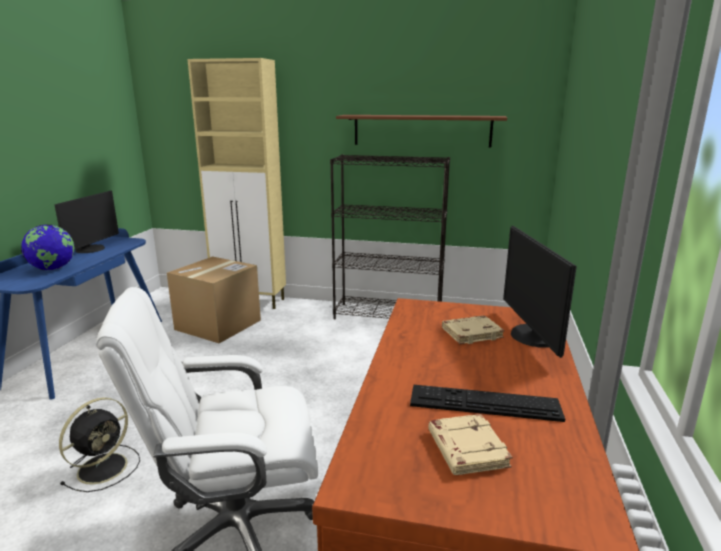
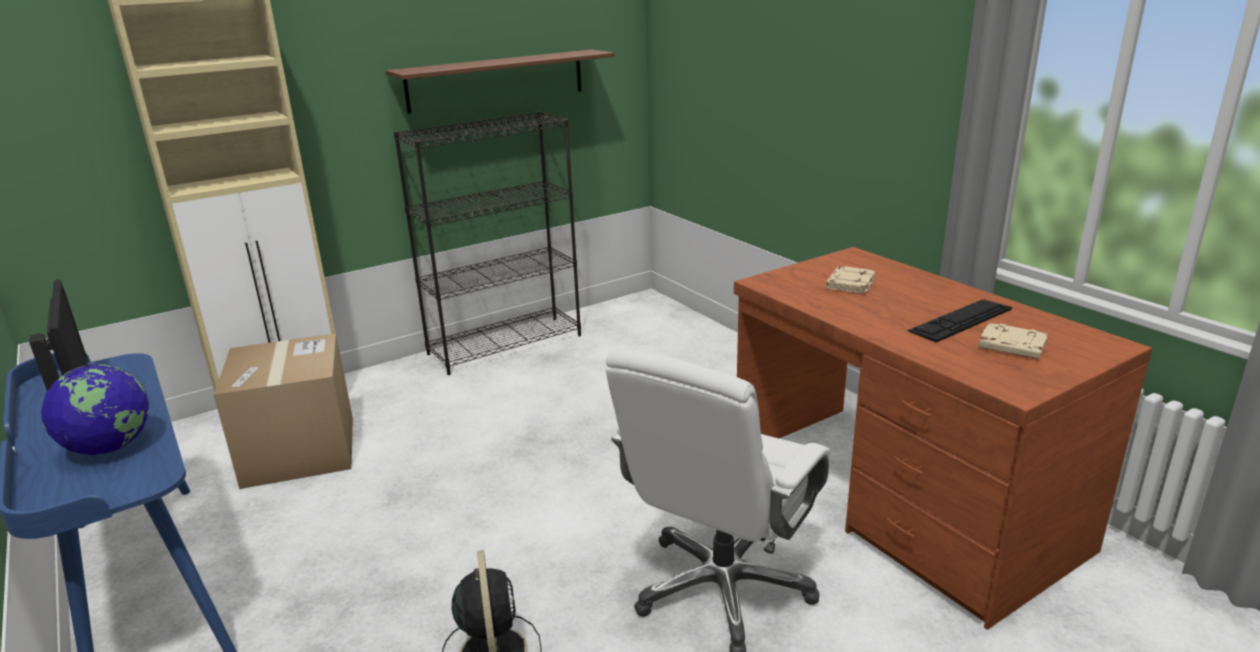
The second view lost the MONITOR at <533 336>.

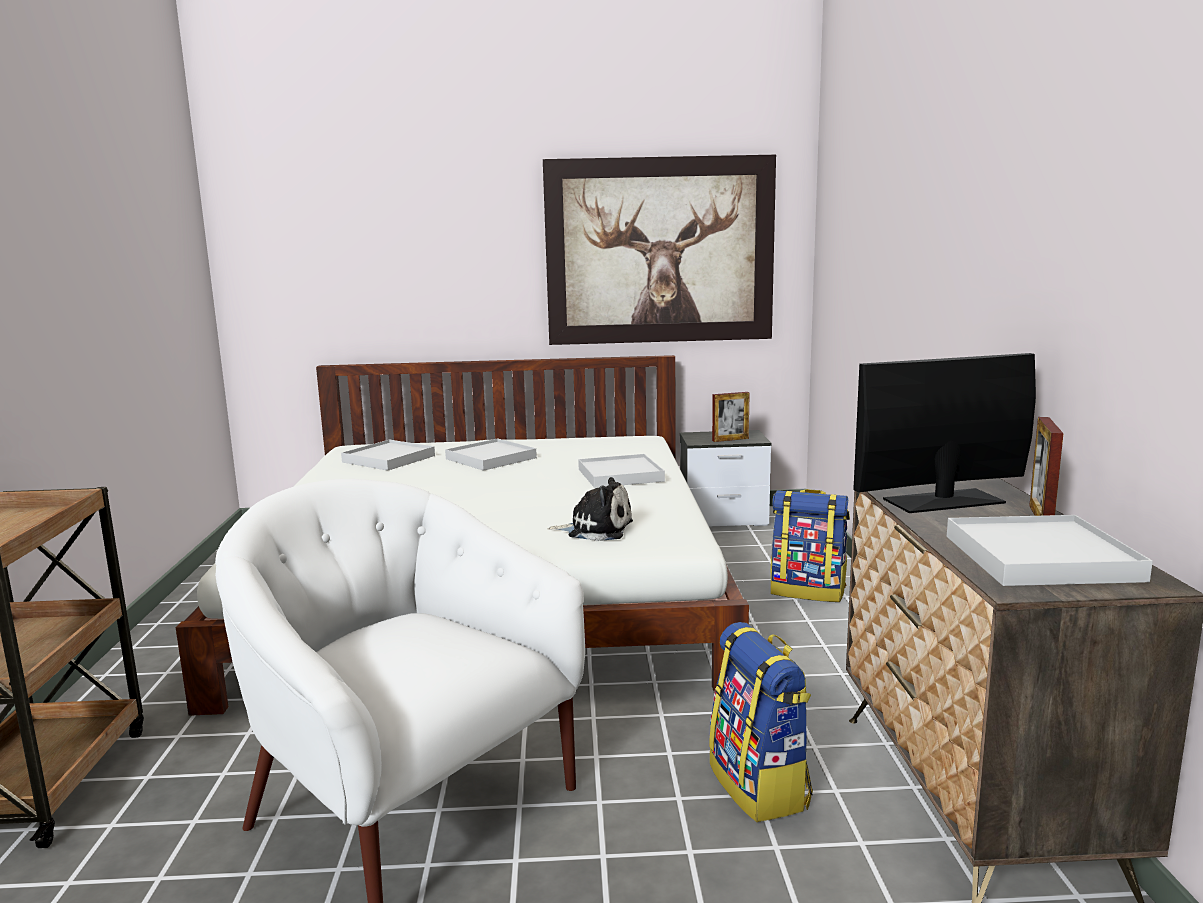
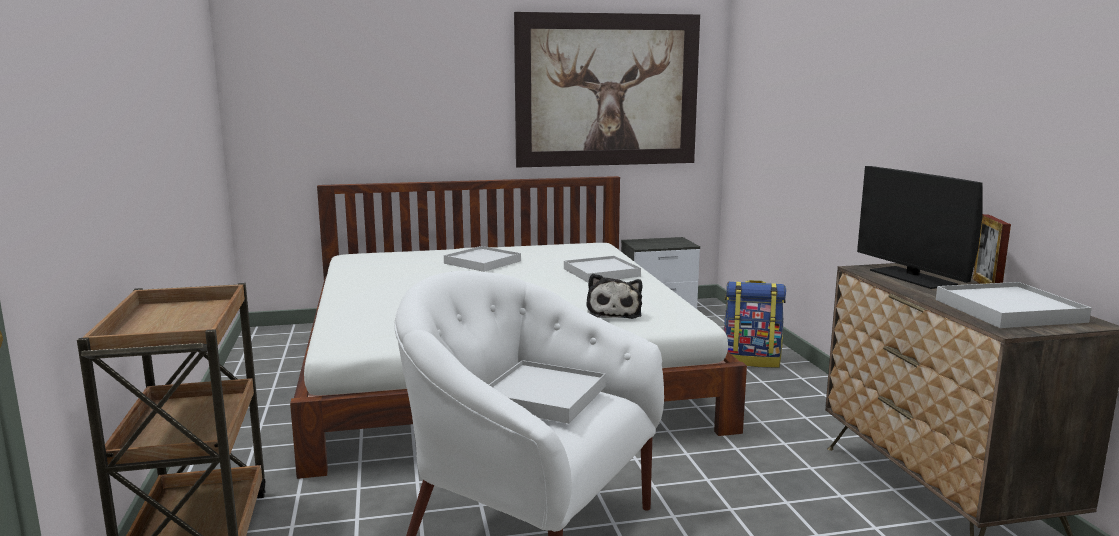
The second view lost the BACKPACK at <760 786>.
The second view lost the PICTURE FRAME at <730 439>.
The WHITE TRAY ended up elsewhere, having gone from <389 459> to <543 396>.
The PLUSH TOY at <596 529> ended up facing another way, 90 degrees clockwise from before.
The MONITOR at <943 501> ended up facing another way, 90 degrees counterclockwise from before.

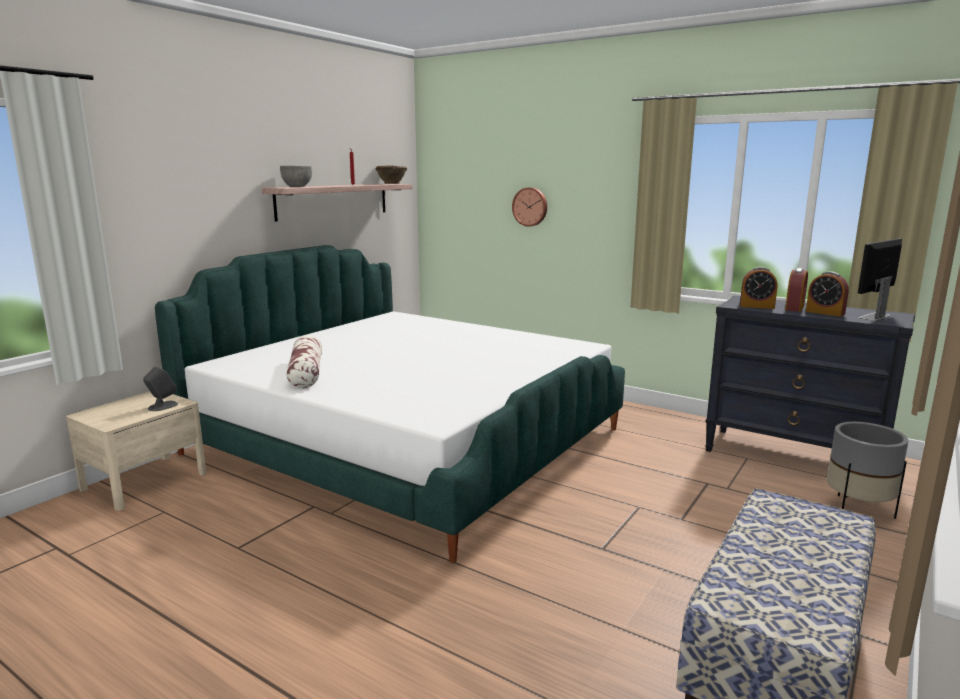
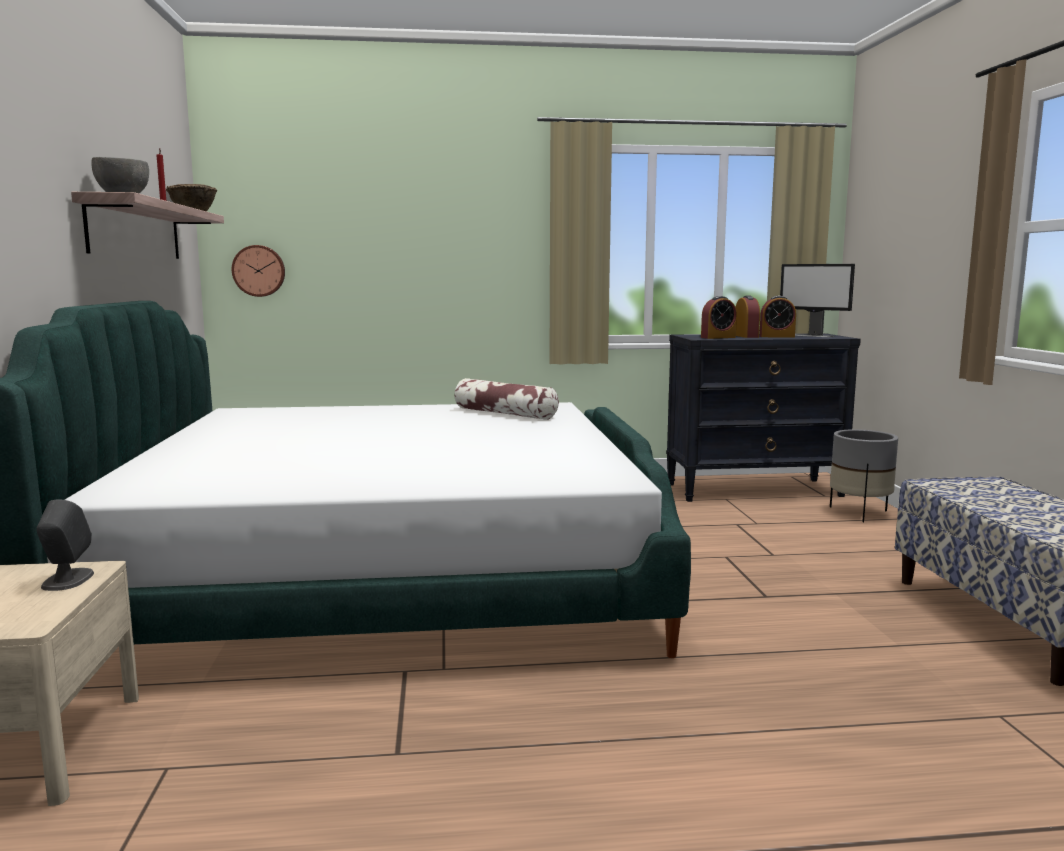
The PILLOW ended up elsewhere, having gone from <306 373> to <504 413>.
The WALL CLOCK ended up elsewhere, having gone from <530 206> to <259 271>.
The MONITOR at <874 317> ended up facing another way, 60 degrees counterclockwise from before.

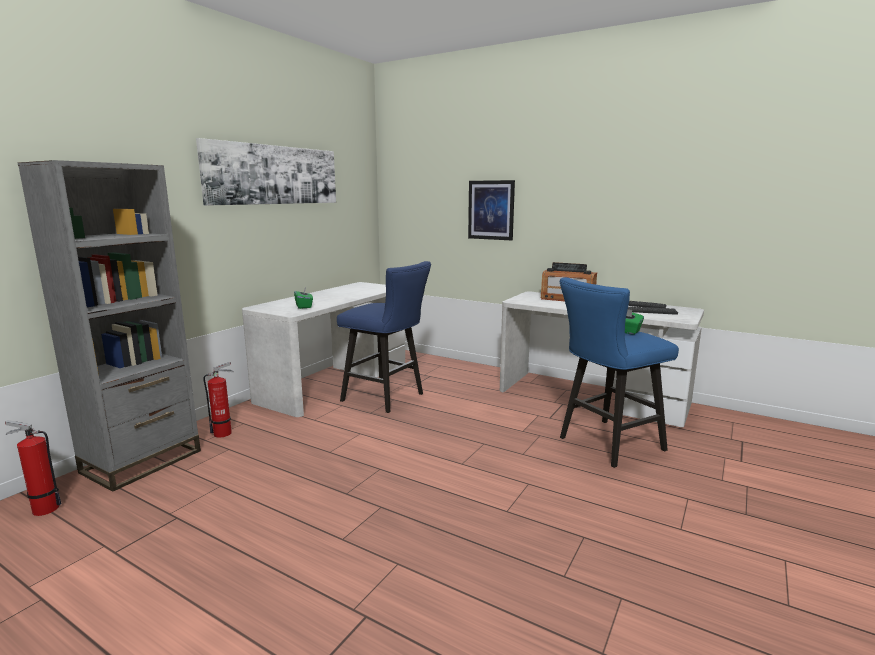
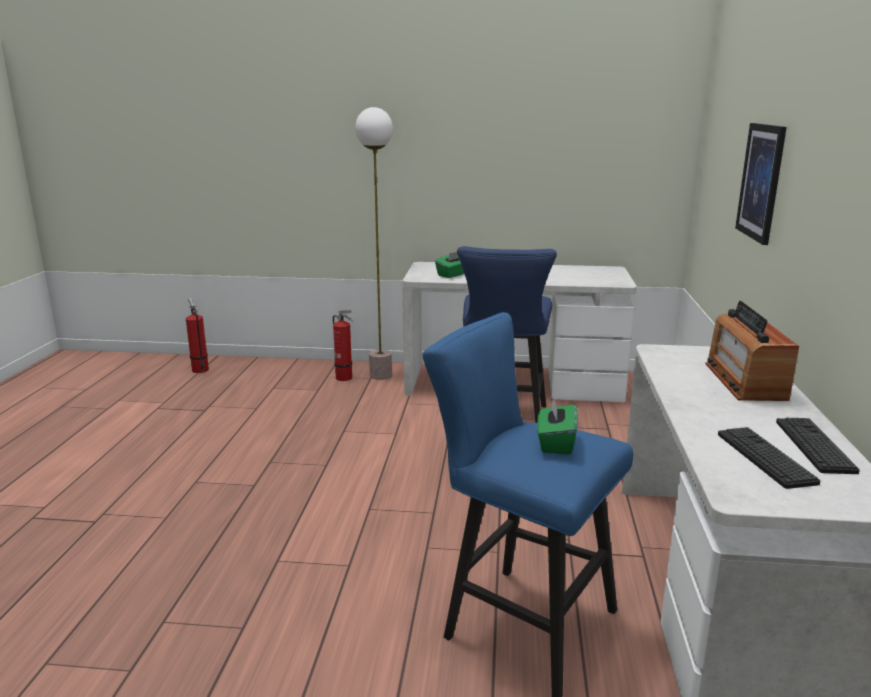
The second view lost the GREY BOOKCASE at <142 461>.
The second view lost the PICTURE at <274 175>.
The second view gained the FLOOR LAMP at <381 375>.

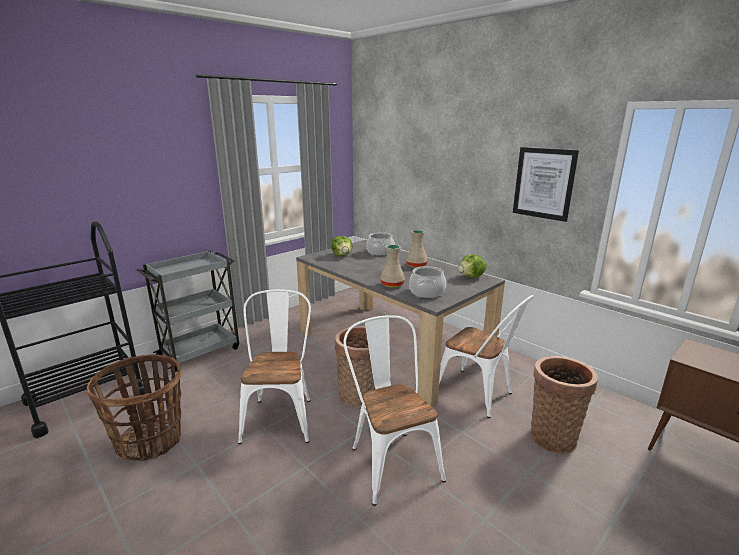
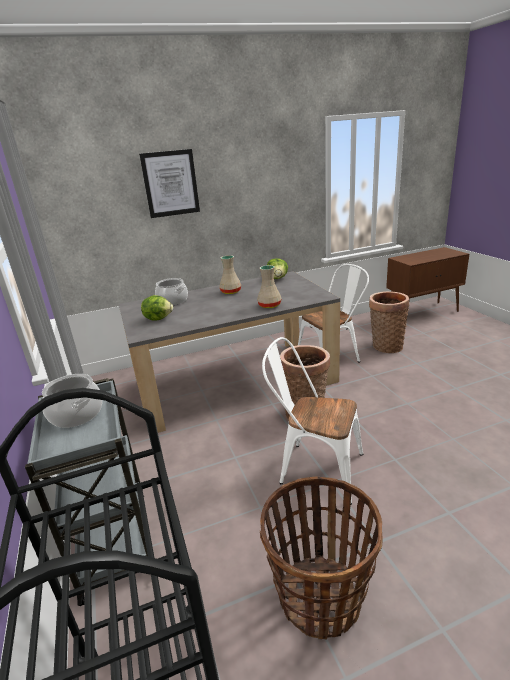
The second view lost the WHITE CHAIR at <391 459>.
The COOKING POT ended up elsewhere, having gone from <426 292> to <76 414>.
The PICTURE ended up elsewhere, having gone from <544 183> to <170 183>.

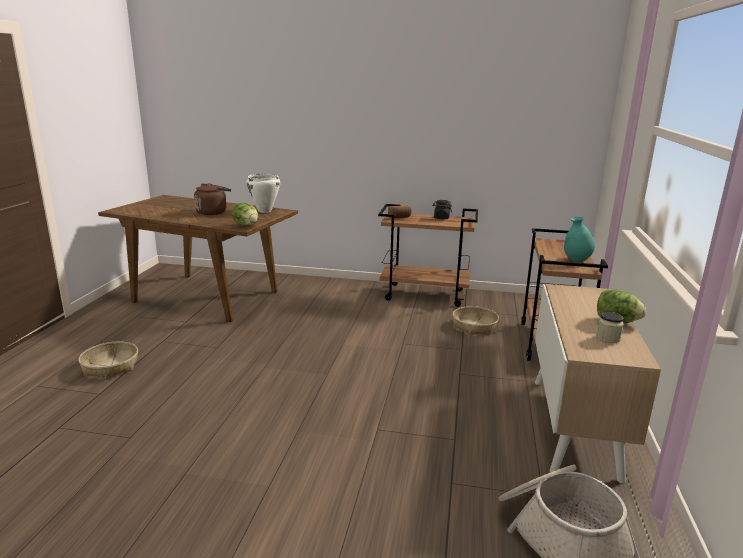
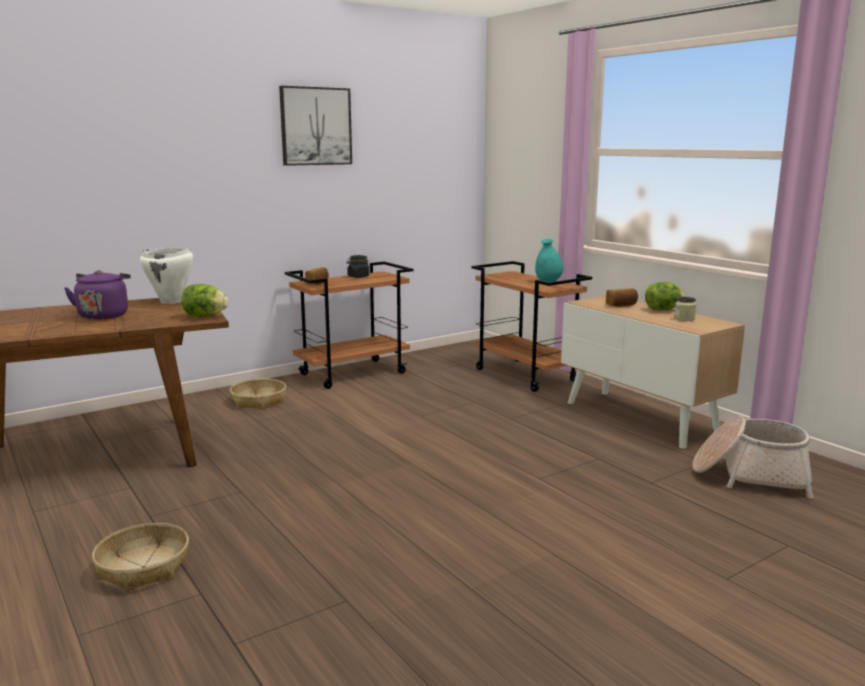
The second view gained the PICTURE at <315 126>.
The second view gained the BREAD at <621 305>.
The BASKET ended up elsewhere, having gone from <474 327> to <259 401>.
What was the BROWN KETTLE at <213 212> turned into the PURPLE KETTLE at <104 315>.

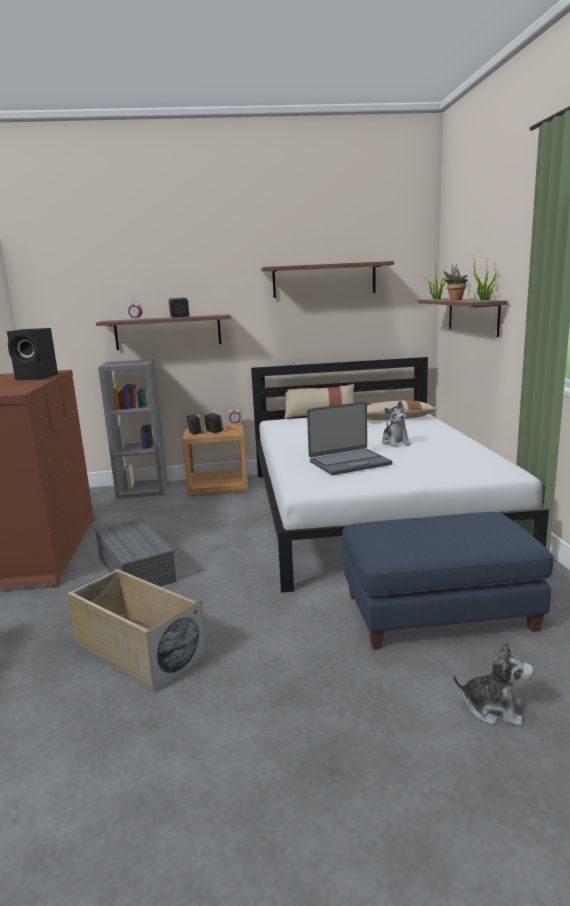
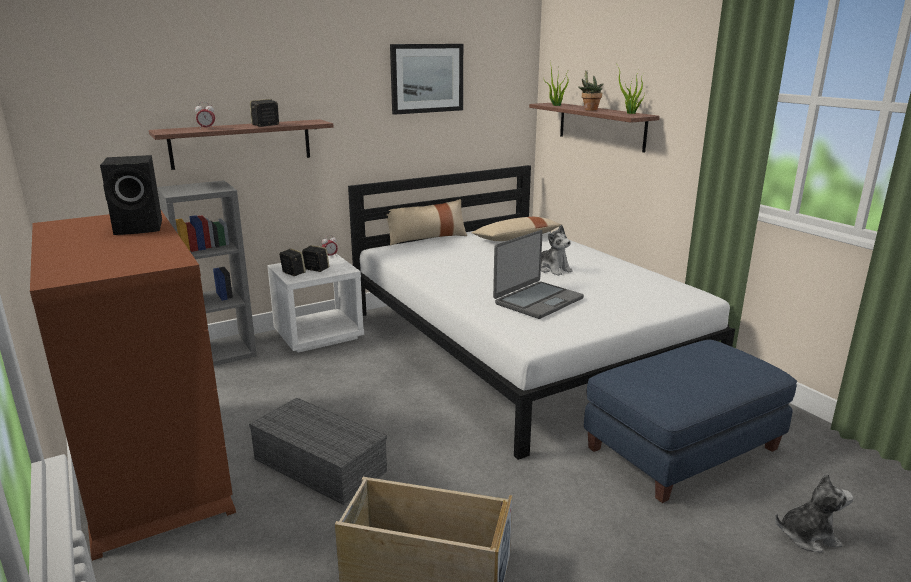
Where the SHELF hung at <324 280>, the PICTURE came to hang at <427 78>.
What was the BROWN NIGHTSTAND at <218 486> turned into the WHITE NIGHTSTAND at <319 335>.

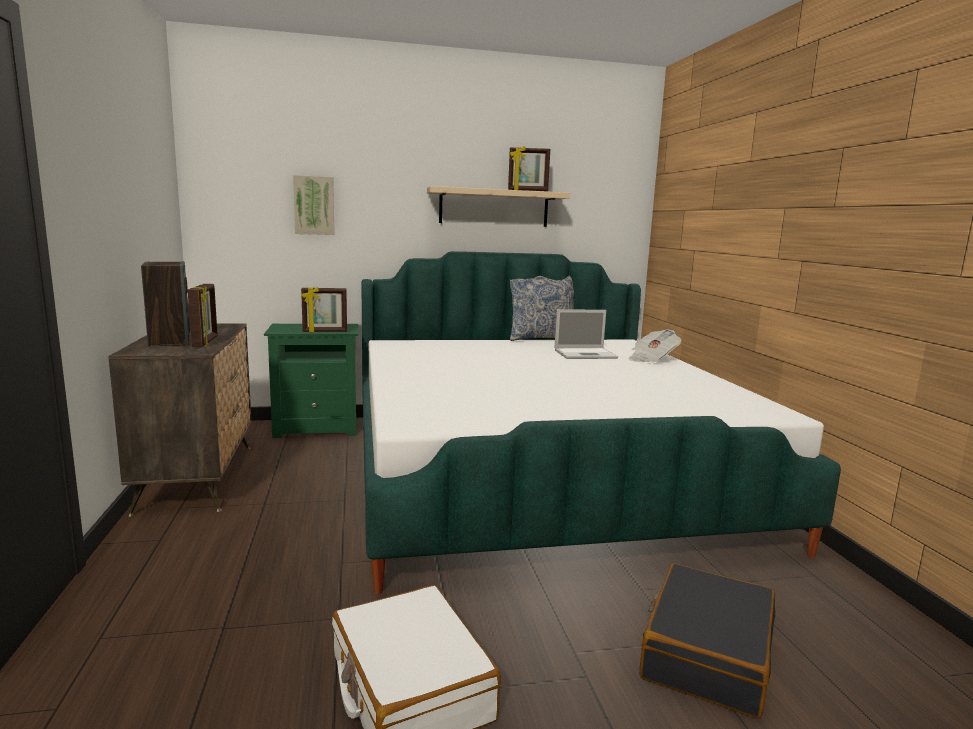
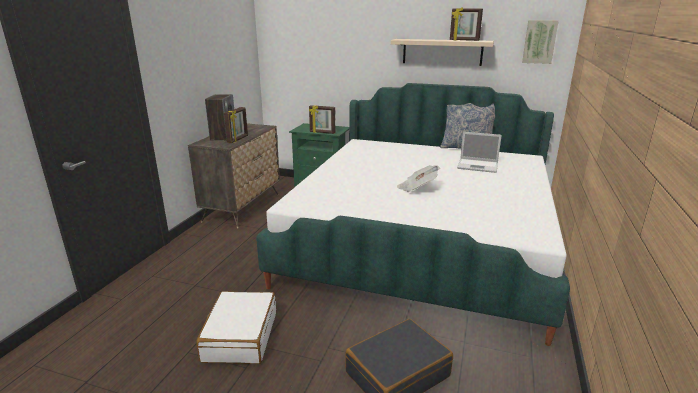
The PICTURE ended up elsewhere, having gone from <314 205> to <539 42>.
The NEWSPAPER ended up elsewhere, having gone from <652 359> to <417 188>.

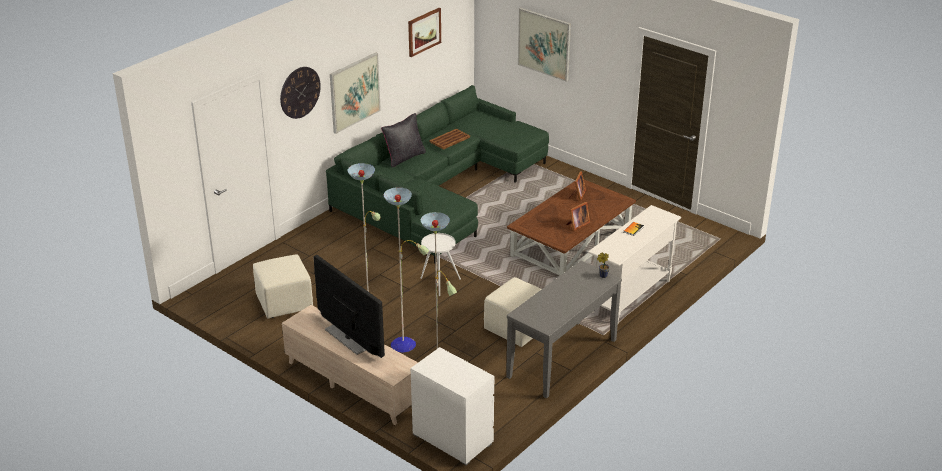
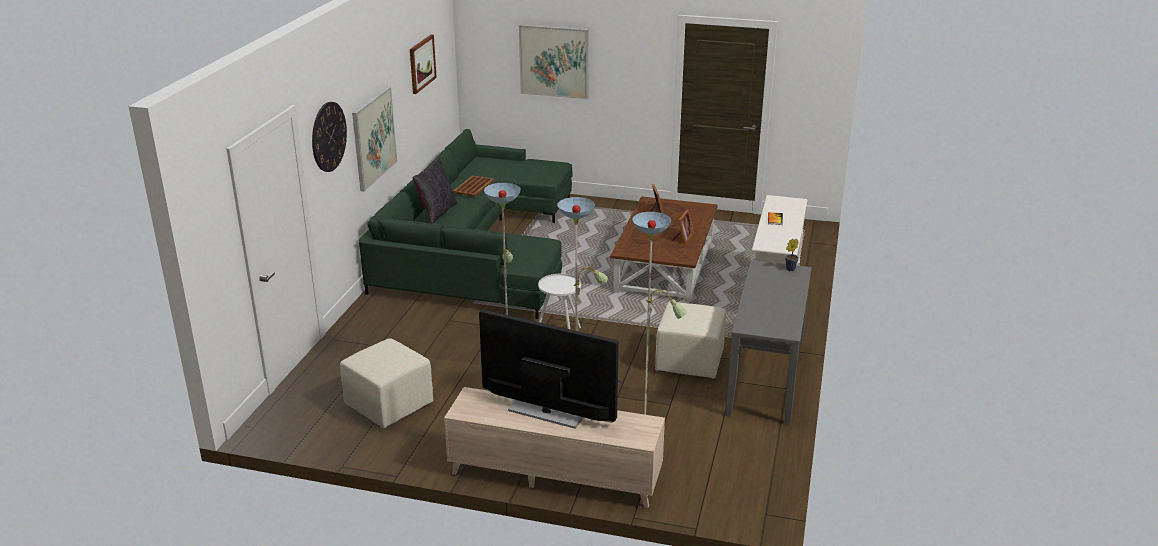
The second view lost the WHITE DRESSER at <452 438>.

